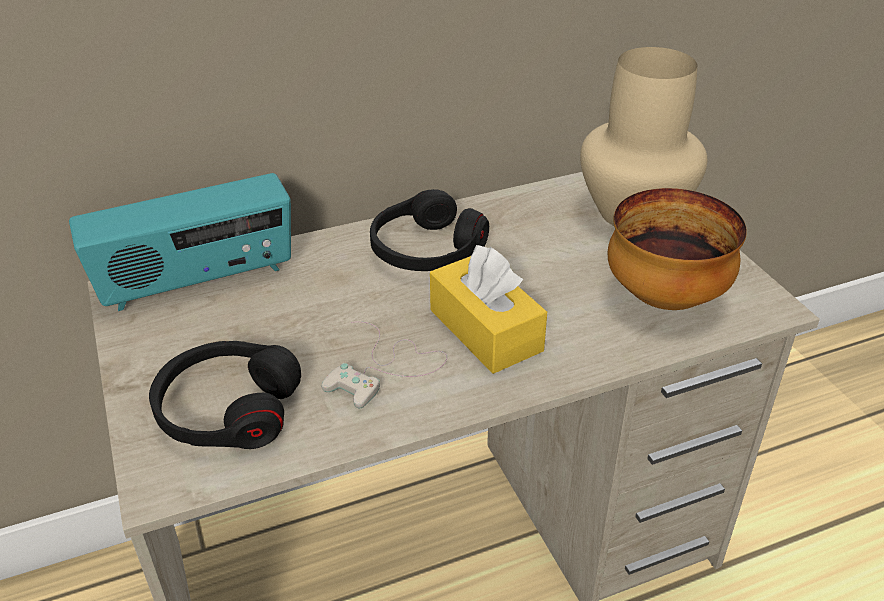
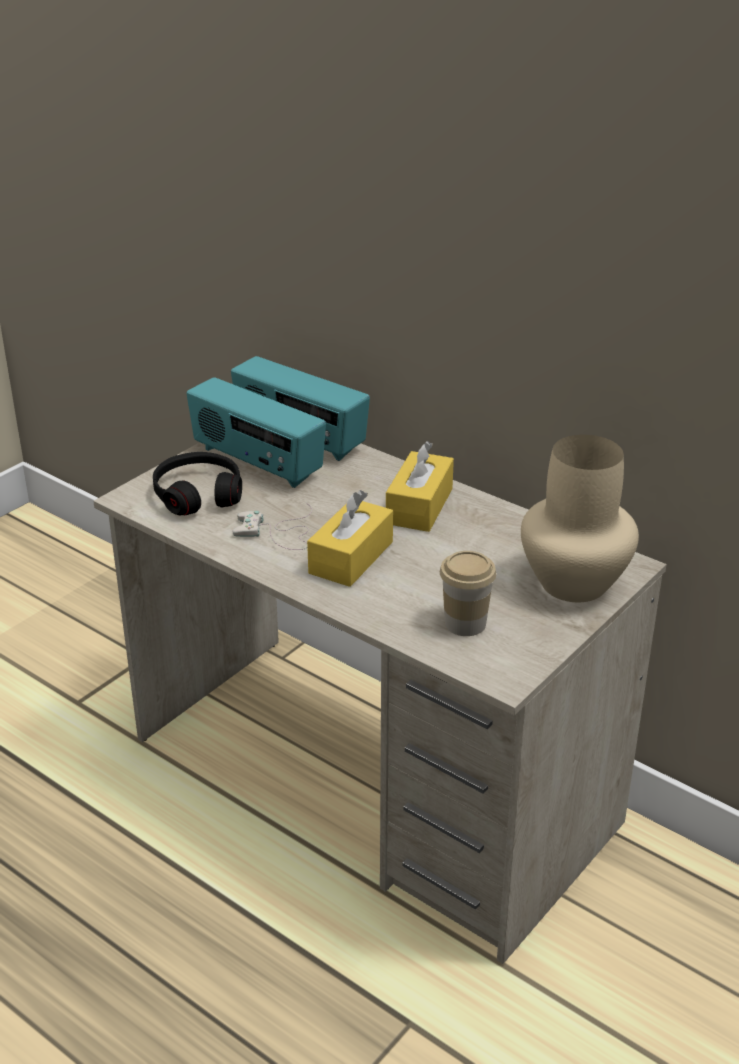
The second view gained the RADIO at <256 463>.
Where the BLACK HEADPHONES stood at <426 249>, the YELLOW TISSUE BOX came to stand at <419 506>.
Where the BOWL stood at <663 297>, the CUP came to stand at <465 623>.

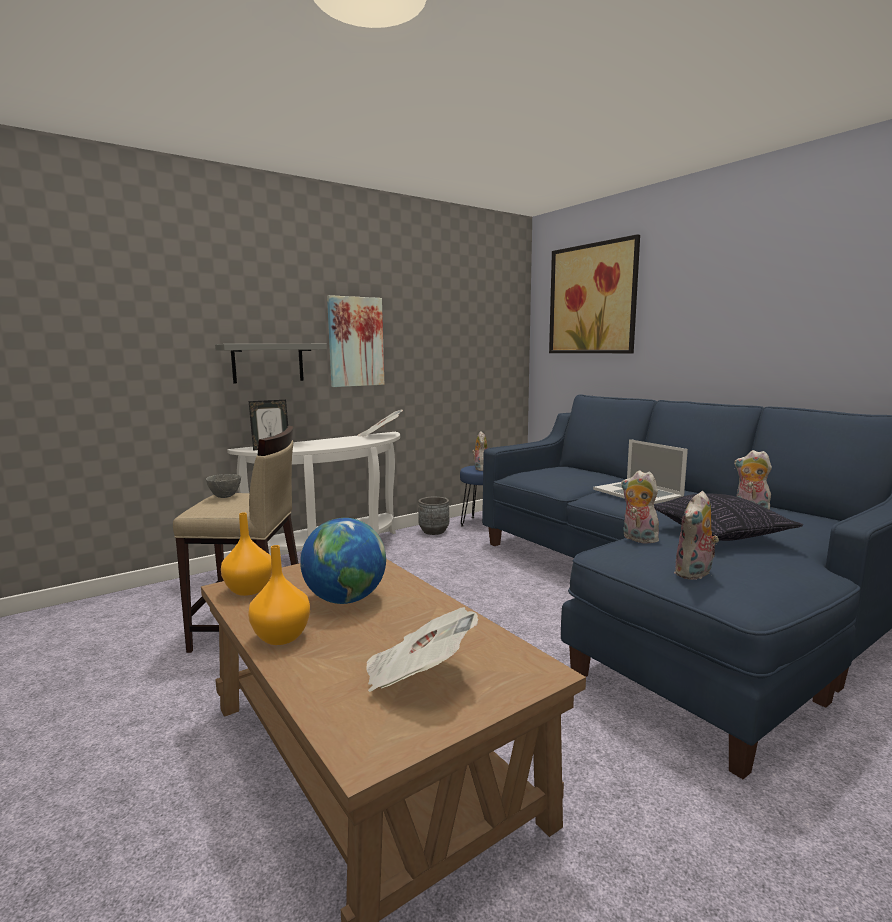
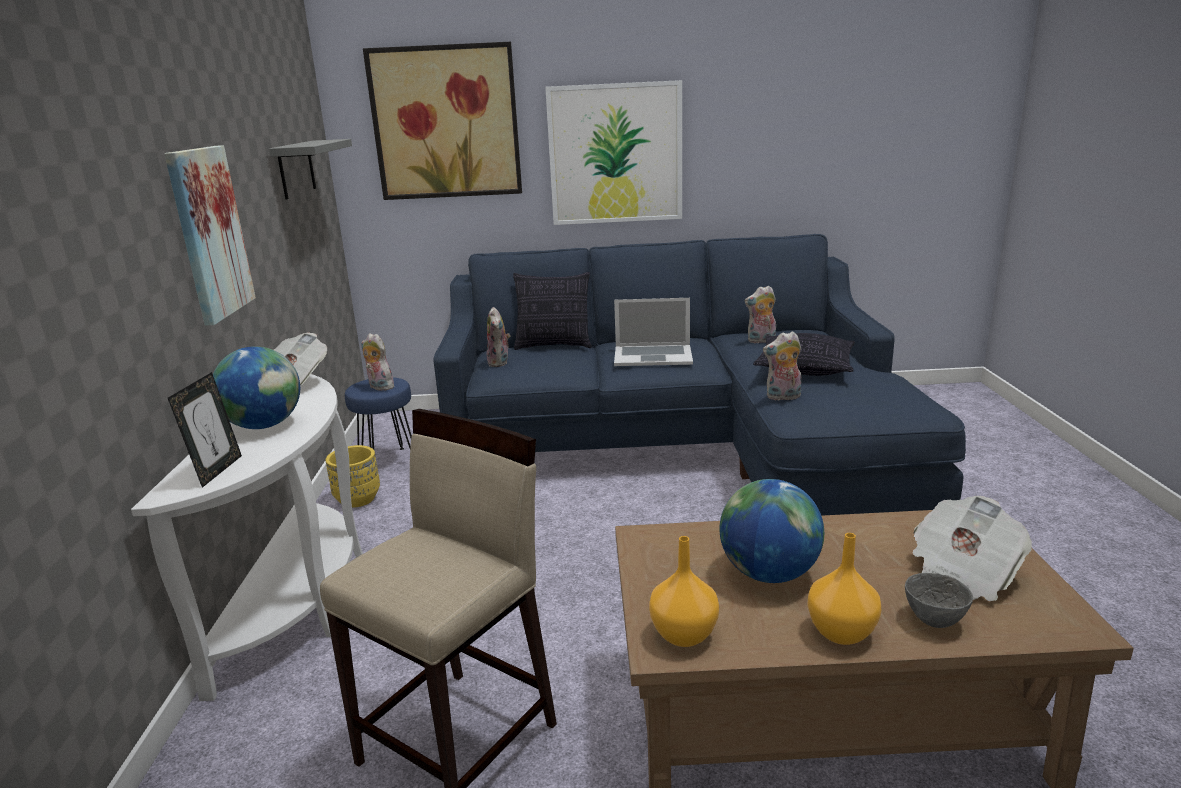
The second view gained the GLOBE at <264 425>.
The second view gained the PILLOW at <554 345>.
The second view gained the PICTURE at <615 154>.
The GREY BOWL ended up elsewhere, having gone from <224 496> to <934 621>.
The GREY SHELF ended up elsewhere, having gone from <268 363> to <296 169>.
The PLUSH TOY ended up elsewhere, having gone from <694 574> to <500 363>.
What was the GREY PLANTER at <434 531> turned into the YELLOW PLANTER at <358 499>.

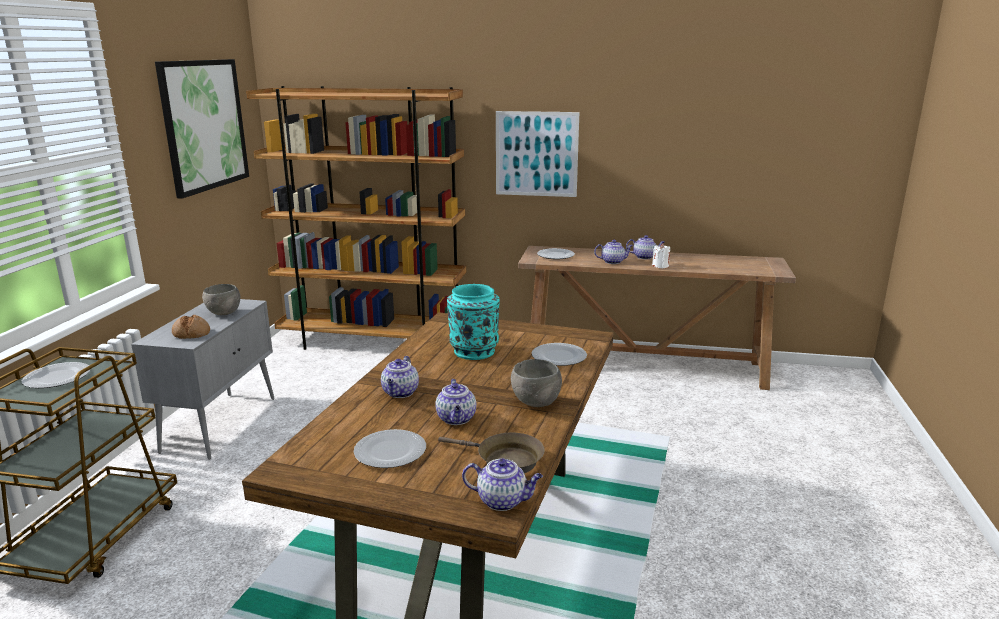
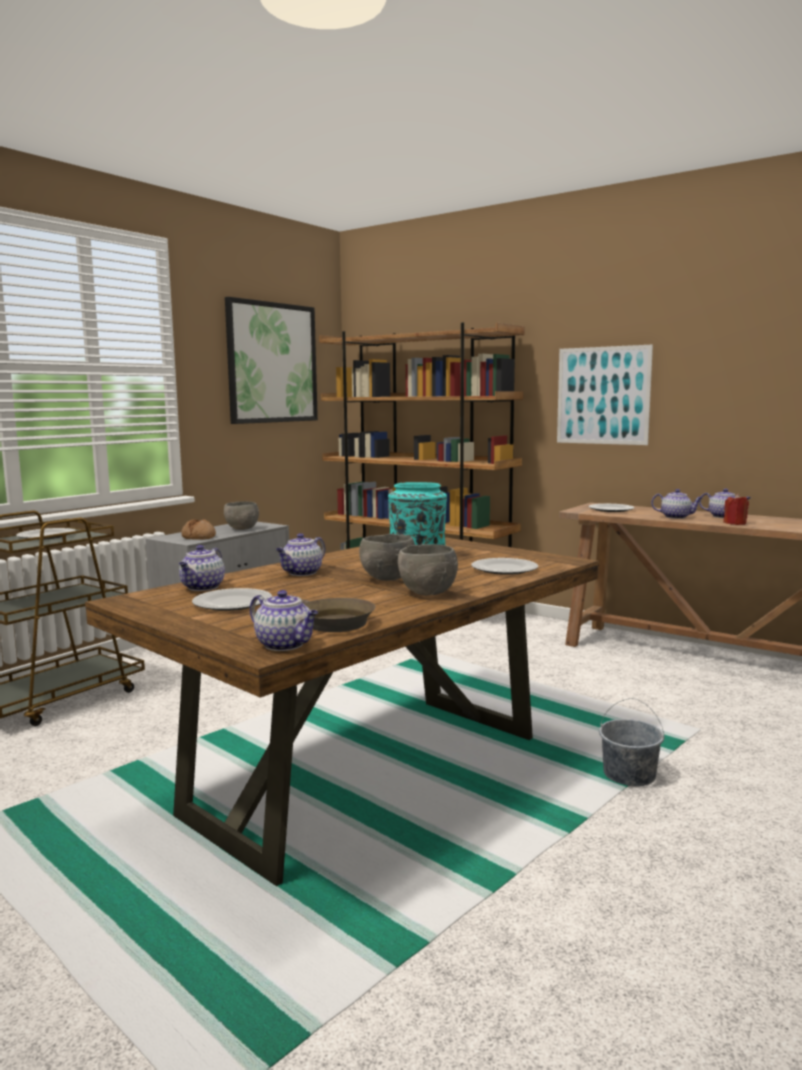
The second view gained the GREY BOWL at <387 579>.
The second view gained the GREY BUCKET at <628 774>.
The TEAPOT ended up elsewhere, having gone from <457 419> to <202 588>.
What was the WHITE CANDLE at <660 266> turned into the RED CANDLE at <735 523>.

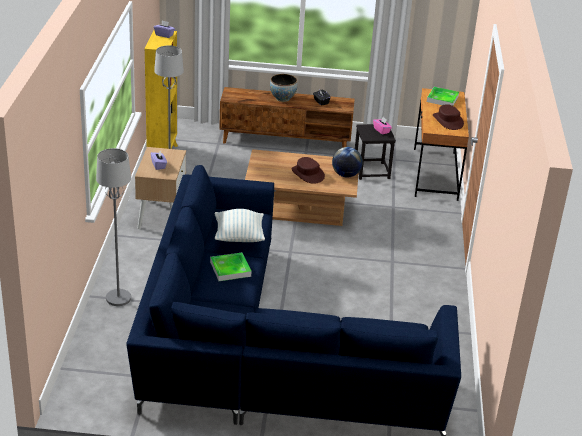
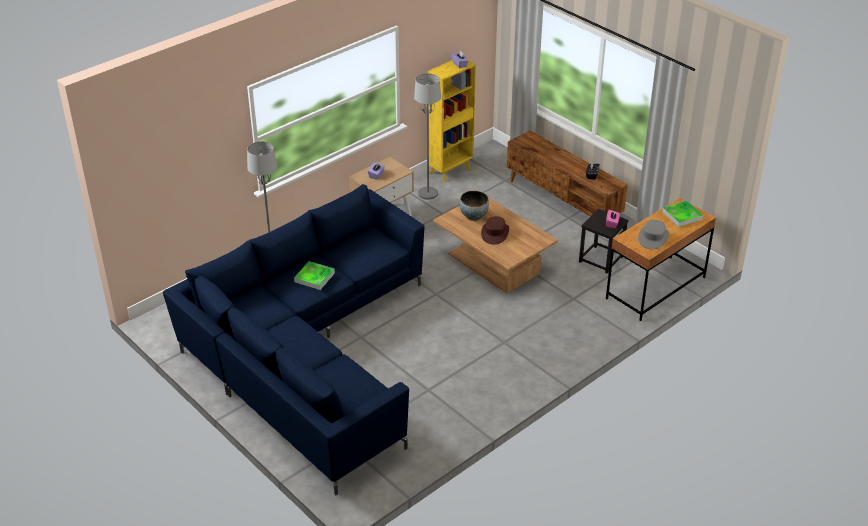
The second view lost the PILLOW at <239 237>.
The second view lost the GLOBE at <346 175>.
The BOWL ended up elsewhere, having gone from <282 98> to <473 216>.
What was the BROWN HAT at <448 121> turned into the GREY HAT at <653 237>.

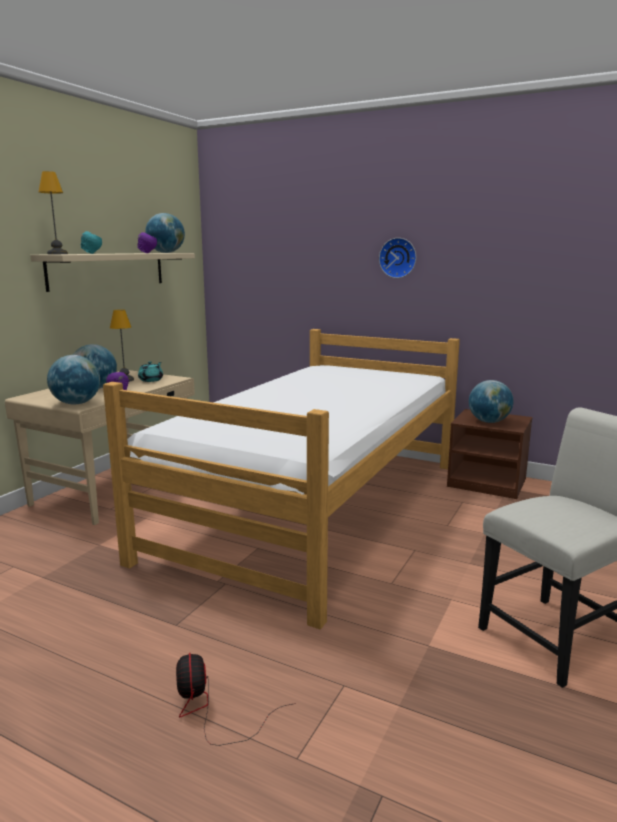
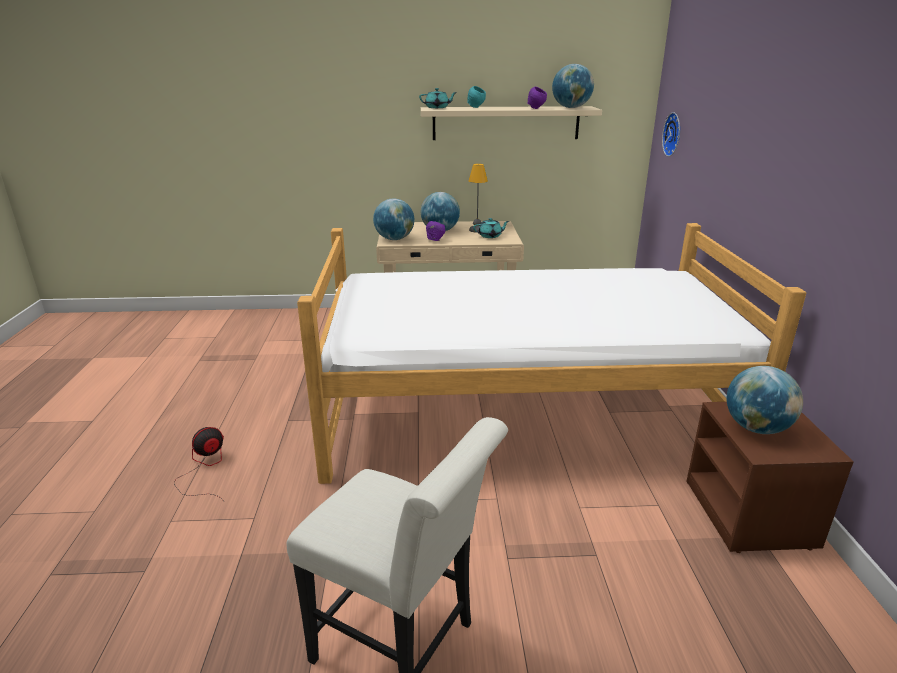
The WALL CLOCK ended up elsewhere, having gone from <398 258> to <674 134>.
Where the TABLE LAMP stood at <57 254>, the TURQUOISE TEAPOT came to stand at <437 107>.

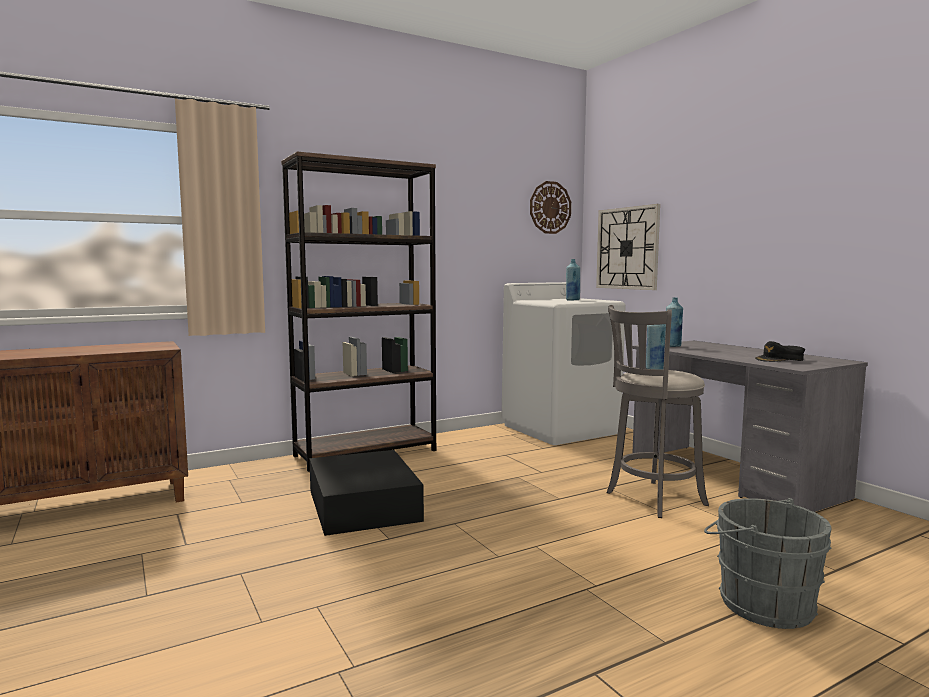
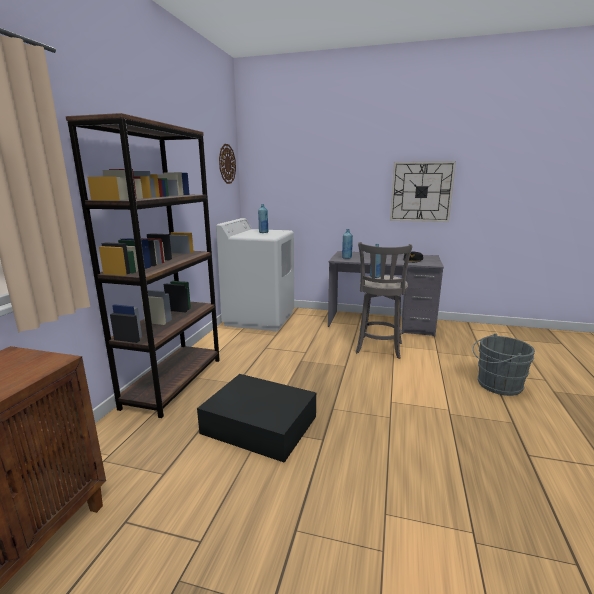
The WALL CLOCK ended up elsewhere, having gone from <627 248> to <421 192>.

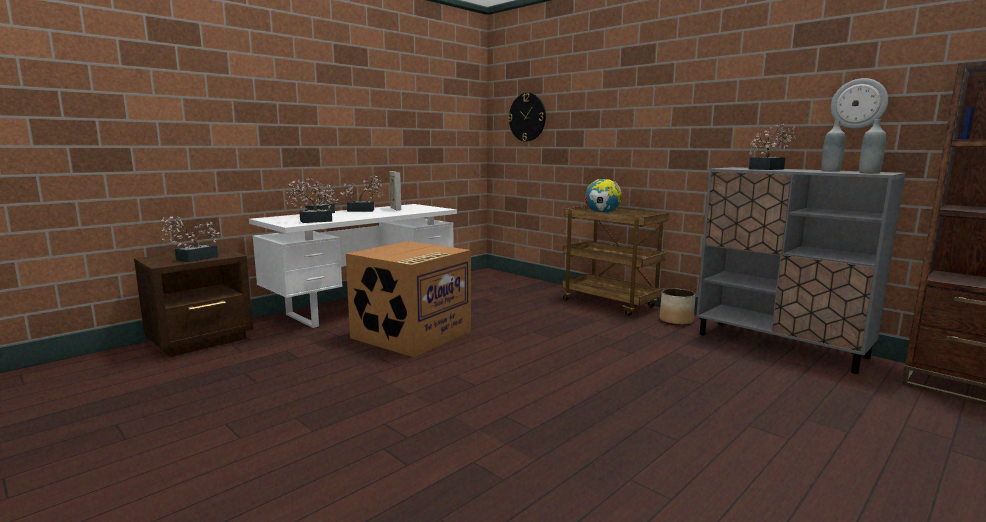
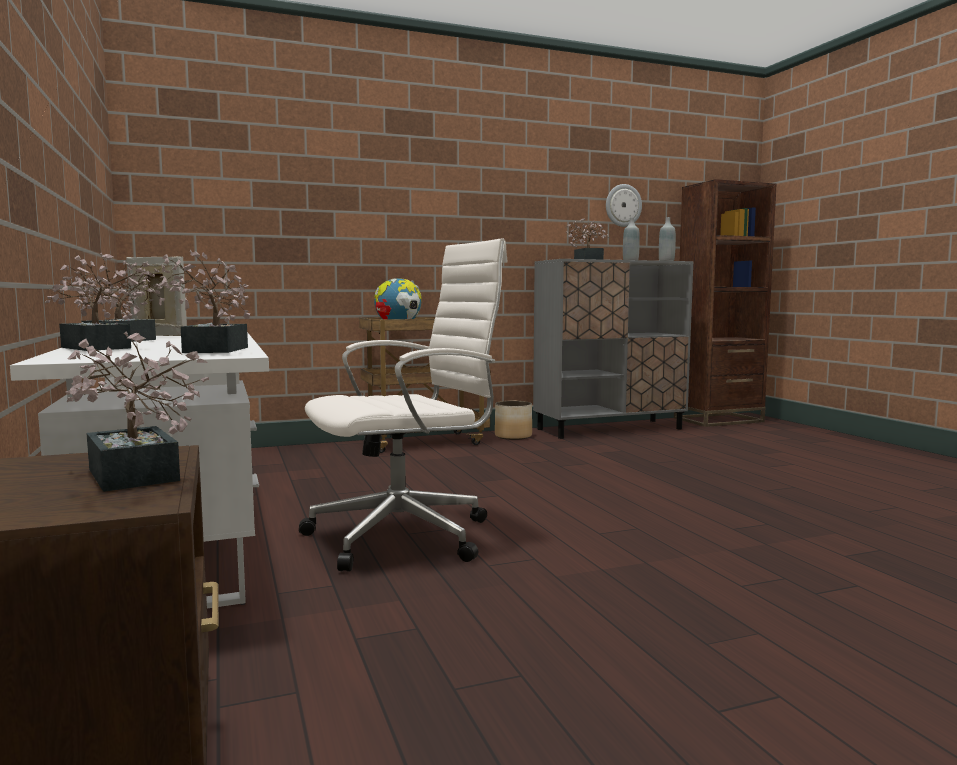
The second view lost the WALL CLOCK at <527 117>.
Where the CARDBOARD BOX stood at <411 335>, the WHITE OFFICE CHAIR came to stand at <406 536>.

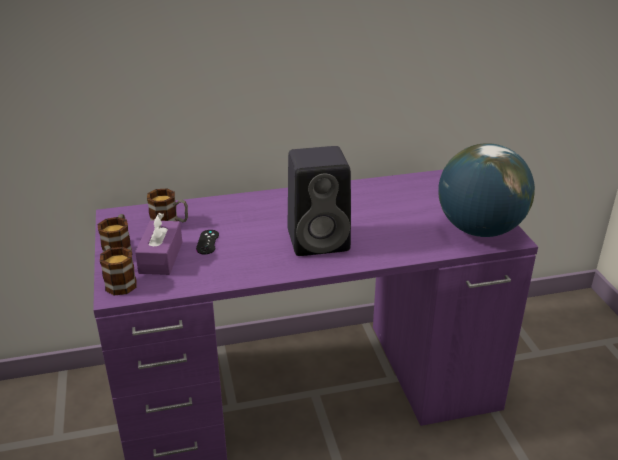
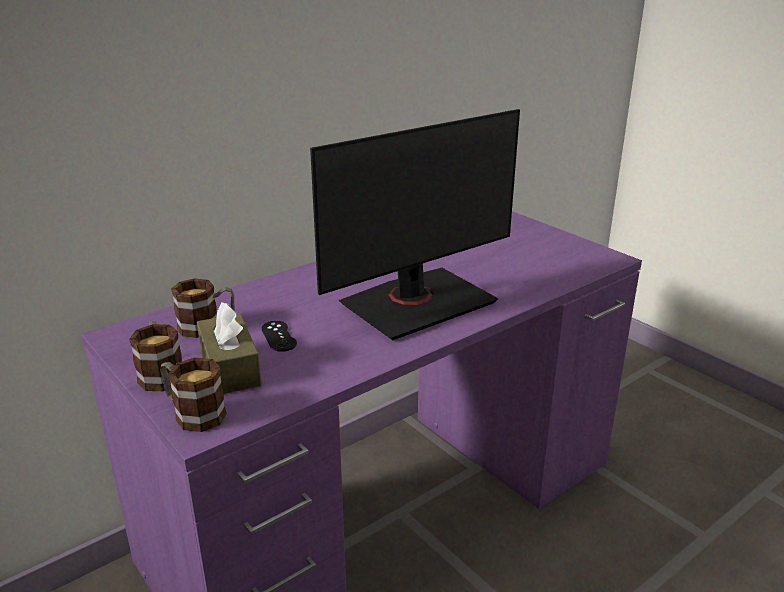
The second view lost the GLOBE at <480 230>.
Where the BLACK SPEAKER stood at <320 240>, the MONITOR came to stand at <417 303>.
What was the PURPLE TISSUE BOX at <161 257> turned into the BROWN TISSUE BOX at <230 368>.

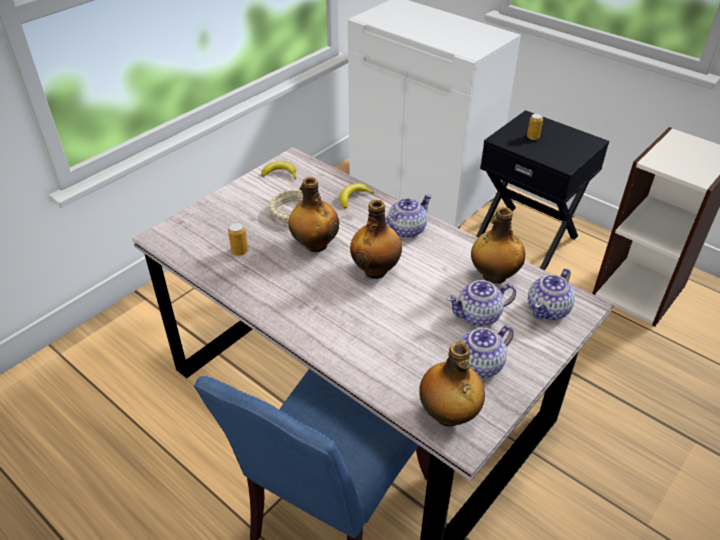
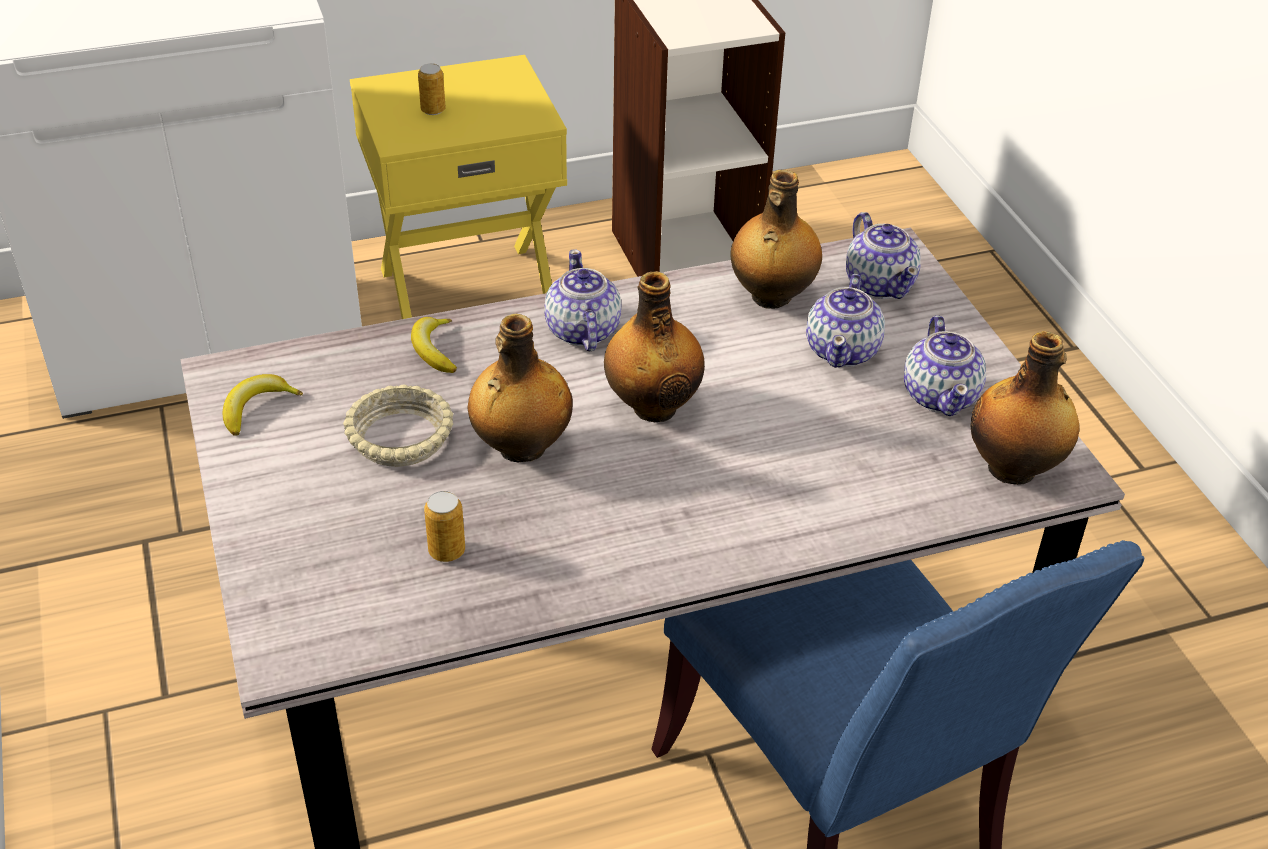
What was the BLACK NIGHTSTAND at <527 236> turned into the YELLOW NIGHTSTAND at <467 294>.

